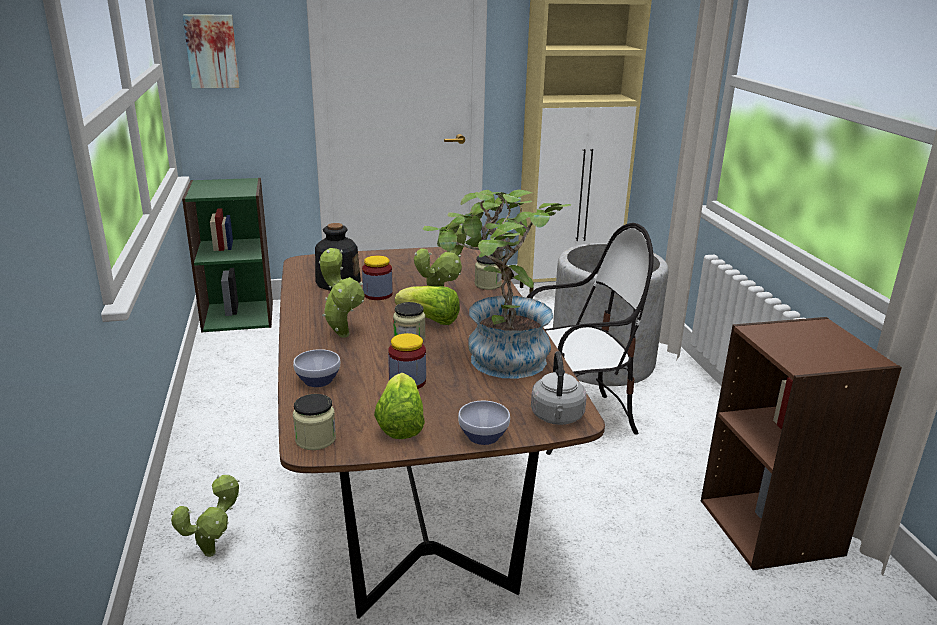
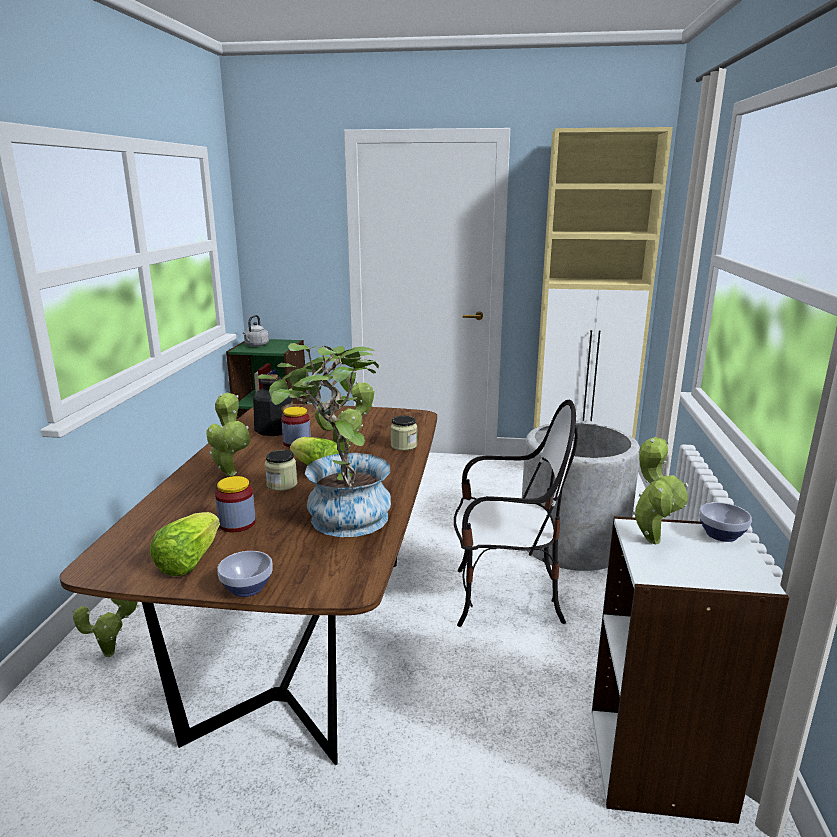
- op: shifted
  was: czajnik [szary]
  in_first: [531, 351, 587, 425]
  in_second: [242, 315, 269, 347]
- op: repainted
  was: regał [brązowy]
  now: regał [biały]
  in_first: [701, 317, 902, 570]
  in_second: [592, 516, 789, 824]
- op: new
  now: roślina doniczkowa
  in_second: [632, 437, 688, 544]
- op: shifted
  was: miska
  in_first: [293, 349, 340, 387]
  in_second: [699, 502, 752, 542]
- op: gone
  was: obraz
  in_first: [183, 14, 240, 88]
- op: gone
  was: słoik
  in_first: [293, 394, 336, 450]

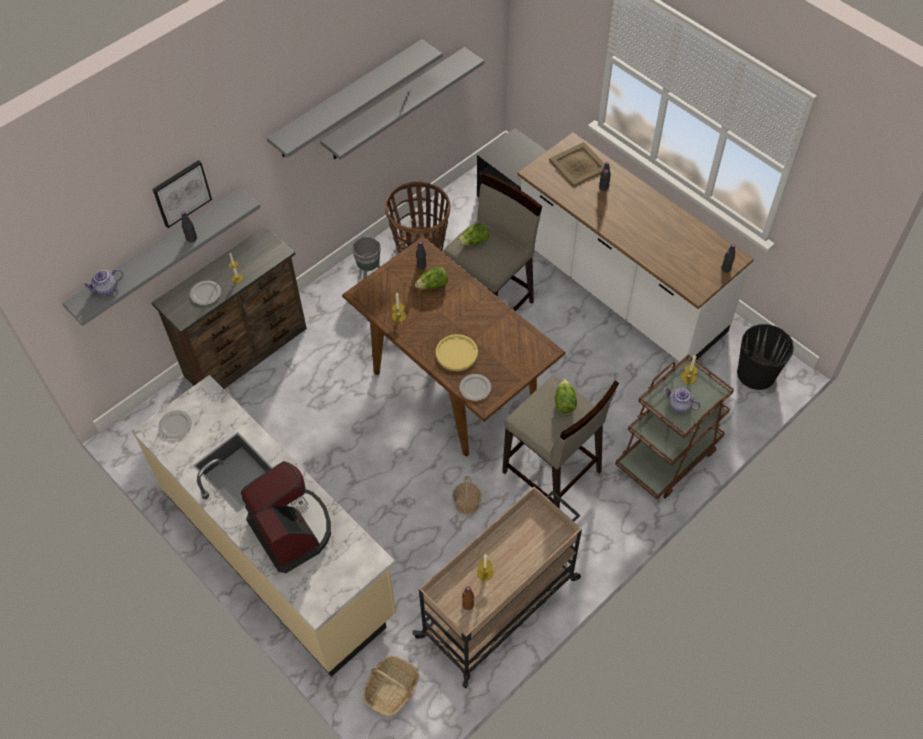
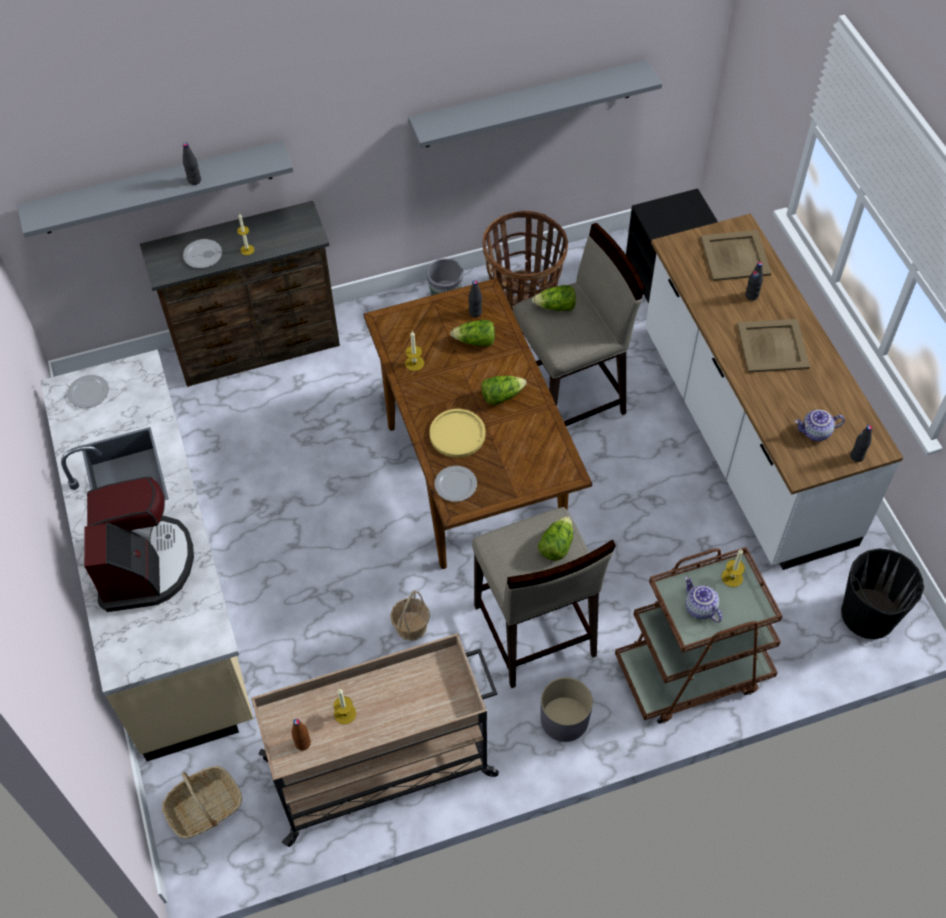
- op: new
  now: sałata
  in_second: [481, 376, 527, 405]
- op: new
  now: donica [szary]
  in_second: [541, 677, 593, 742]
- op: new
  now: taca [beżowy]
  in_second: [737, 319, 810, 373]
- op: shifted
  was: imbryk
  in_first: [82, 269, 123, 295]
  in_second: [795, 410, 845, 441]
- op: gone
  was: obraz
  in_first: [152, 160, 212, 228]
- op: gone
  was: półka [szary]
  in_first: [267, 39, 442, 158]

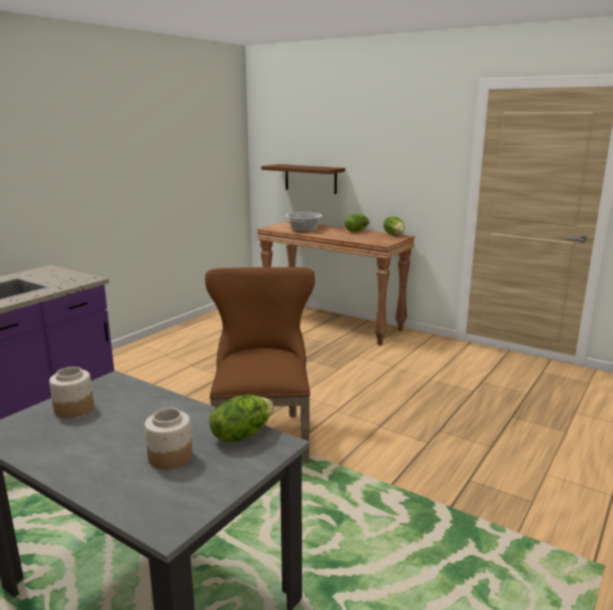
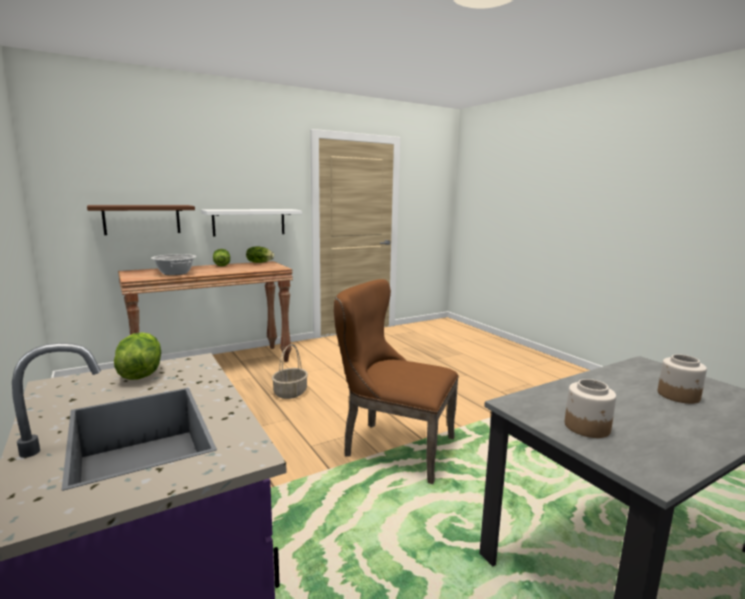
- op: shifted
  was: sałata
  in_first: [209, 395, 274, 442]
  in_second: [114, 332, 161, 380]
- op: new
  now: półka [biały]
  in_second: [201, 209, 302, 236]
- op: new
  now: koszyk
  in_second: [272, 344, 308, 399]

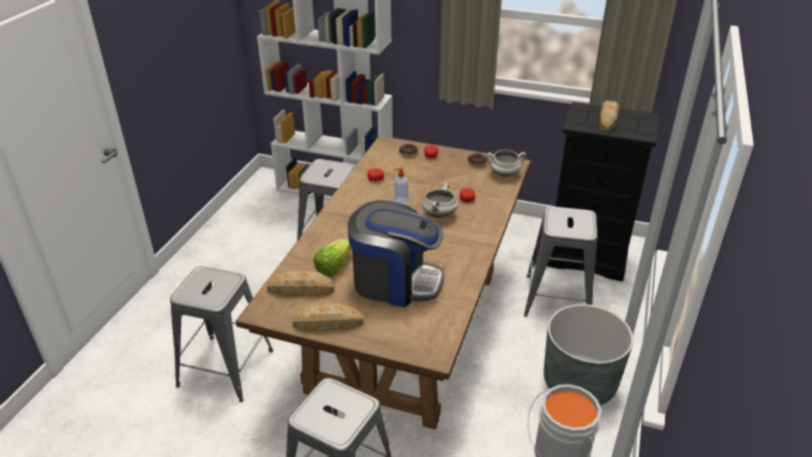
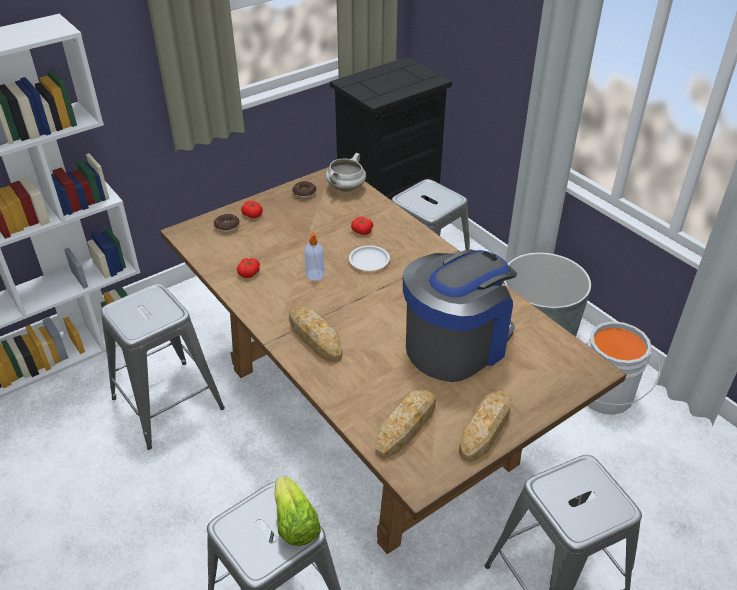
- op: shifted
  was: sałata
  in_first: [313, 239, 352, 277]
  in_second: [275, 476, 321, 546]
- op: shifted
  was: chleb
  in_first: [599, 100, 619, 132]
  in_second: [289, 307, 342, 362]
- op: swapped
  was: garnek [biały]
  now: talerz [biały]
  in_first: [422, 183, 458, 218]
  in_second: [349, 245, 390, 271]

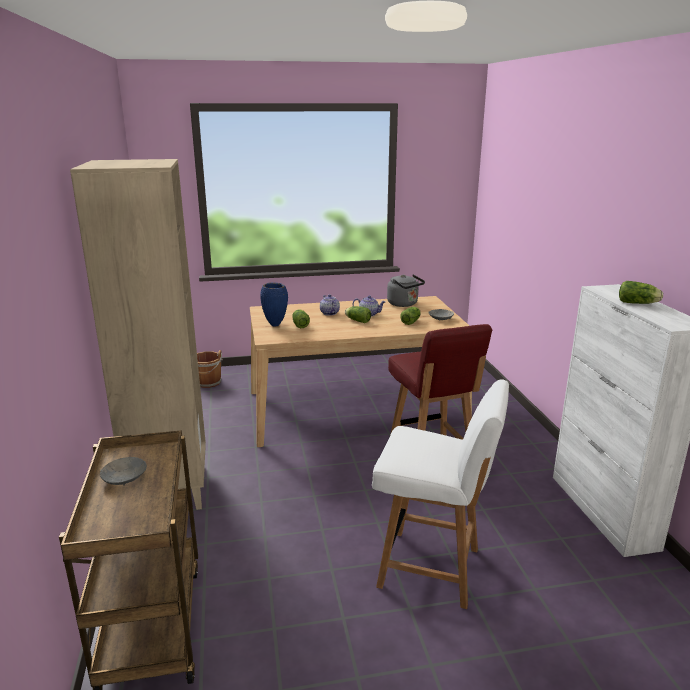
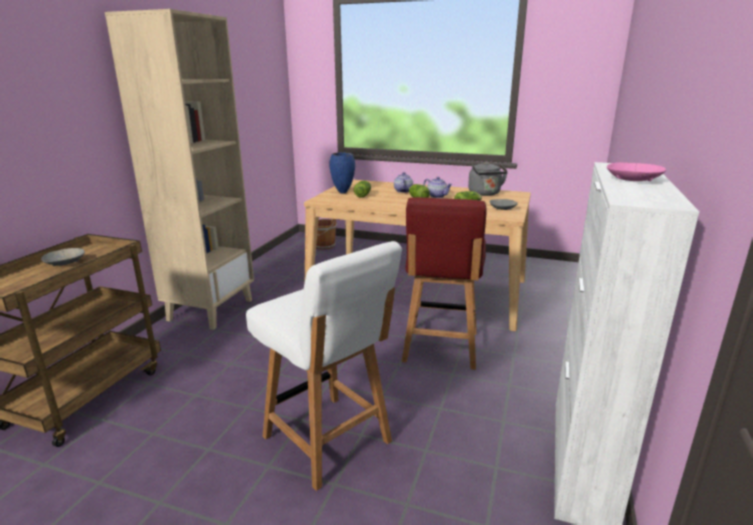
- op: swapped
  was: sałata
  now: miska [różowy]
  in_first: [619, 281, 663, 304]
  in_second: [607, 163, 666, 181]

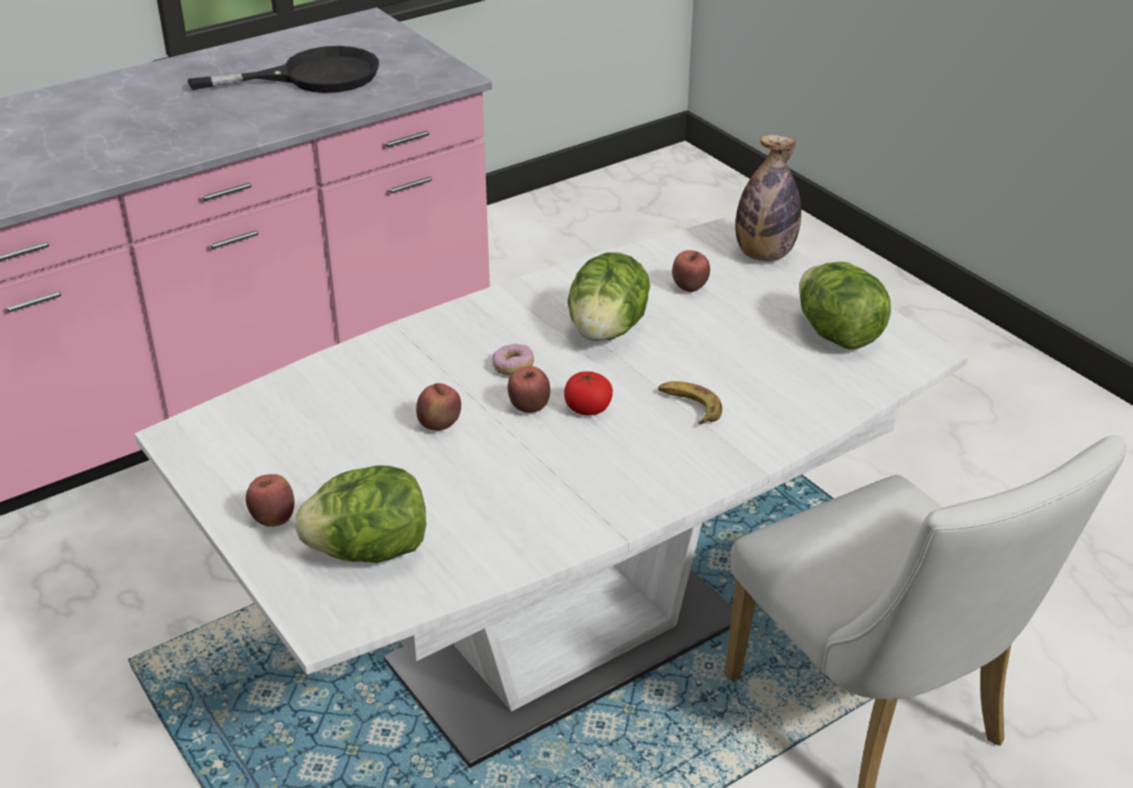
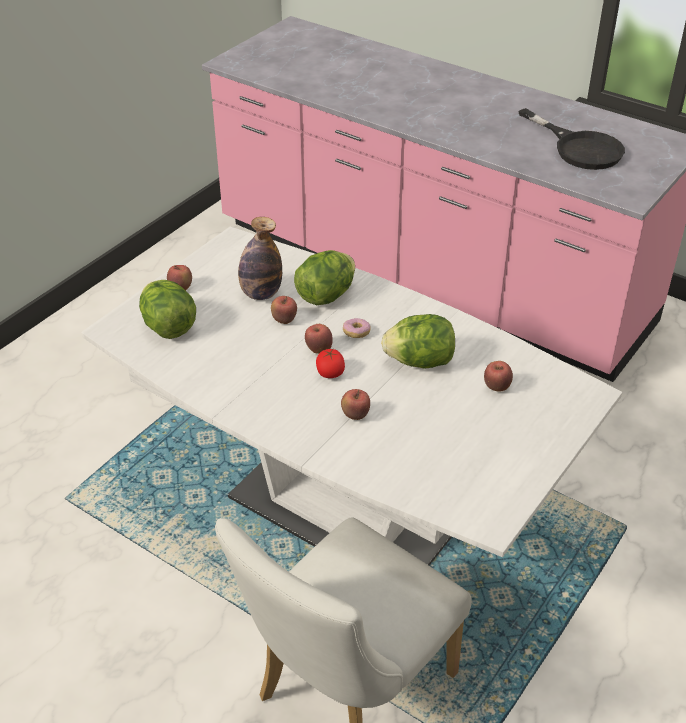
- op: shifted
  was: butelka
  in_first: [735, 135, 801, 261]
  in_second: [238, 217, 282, 300]
- op: shifted
  was: sałata
  in_first: [799, 262, 891, 350]
  in_second: [294, 250, 355, 305]
- op: swapped
  was: banan
  now: jabłko
  in_first: [658, 381, 722, 424]
  in_second: [341, 389, 370, 420]

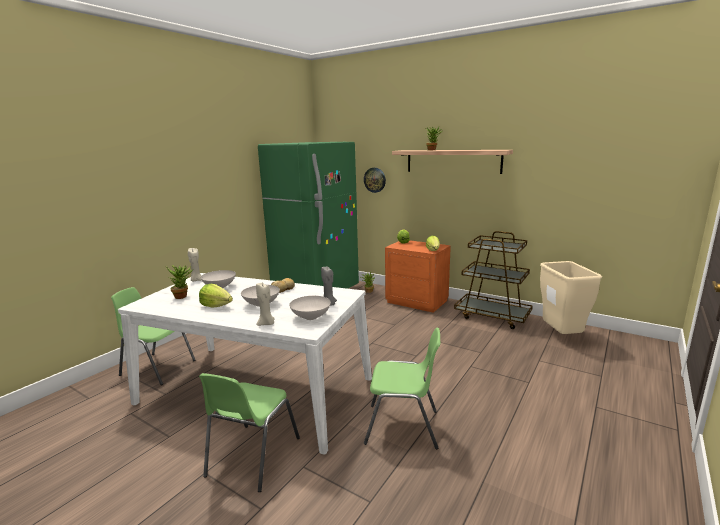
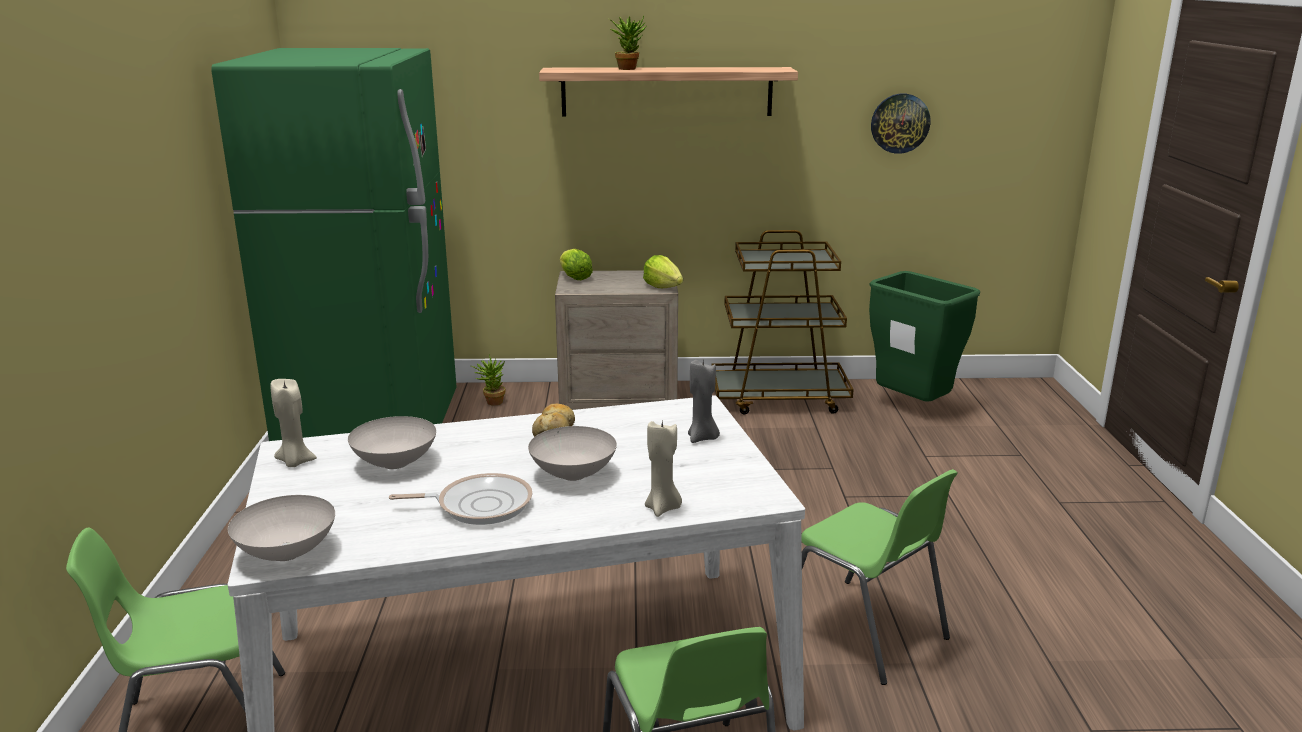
- op: shifted
  was: miska [biały]
  in_first: [289, 296, 331, 320]
  in_second: [228, 495, 335, 561]
- op: swapped
  was: sałata
  now: patelnia
  in_first: [199, 284, 233, 308]
  in_second: [389, 473, 533, 525]
- op: repainted
  was: szafka nocna [pomarańczowy]
  now: szafka nocna [beżowy]
  in_first: [385, 240, 451, 313]
  in_second: [555, 270, 678, 410]
- op: rotated
  was: krzesło [zielony]
  in_first: [364, 328, 440, 449]
  in_second: [776, 469, 958, 685]
  clockwise: 75
- op: repainted
  was: kosz na śmieci [beżowy]
  now: kosz na śmieci [zielony]
  in_first: [540, 261, 602, 334]
  in_second: [869, 271, 980, 402]
- op: shifted
  was: zegar ścienny
  in_first: [364, 168, 386, 193]
  in_second: [871, 94, 930, 154]
- op: gone
  was: roślina doniczkowa
  in_first: [165, 265, 193, 299]

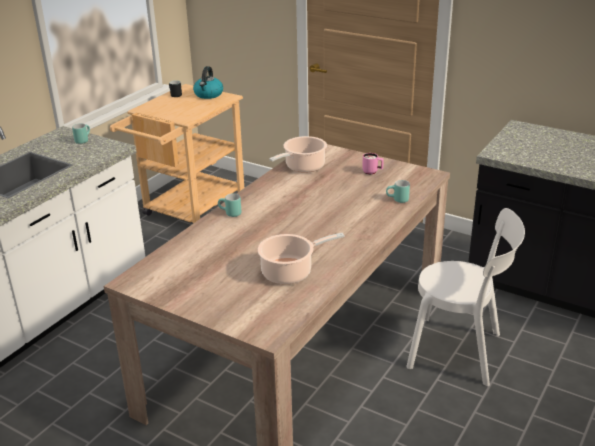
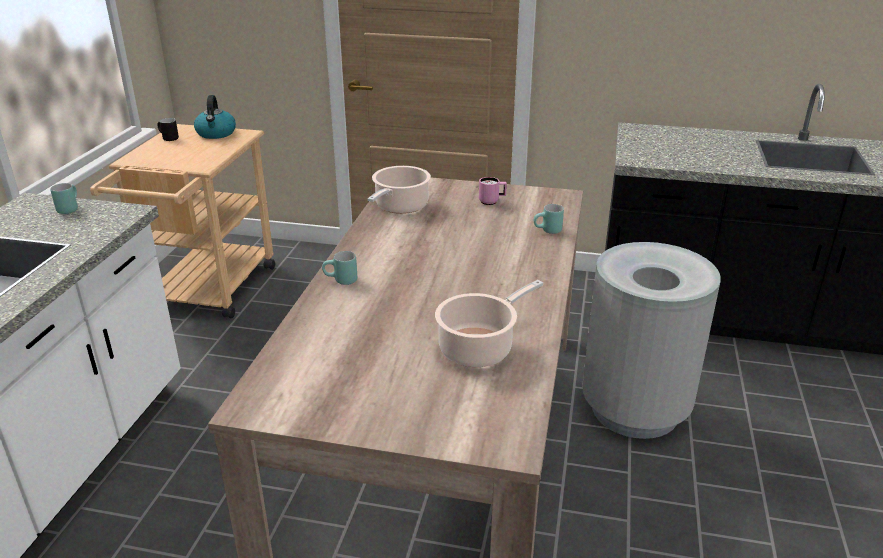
- op: swapped
  was: krzesło [biały]
  now: kosz na śmieci [szary]
  in_first: [406, 208, 525, 386]
  in_second: [582, 242, 721, 439]

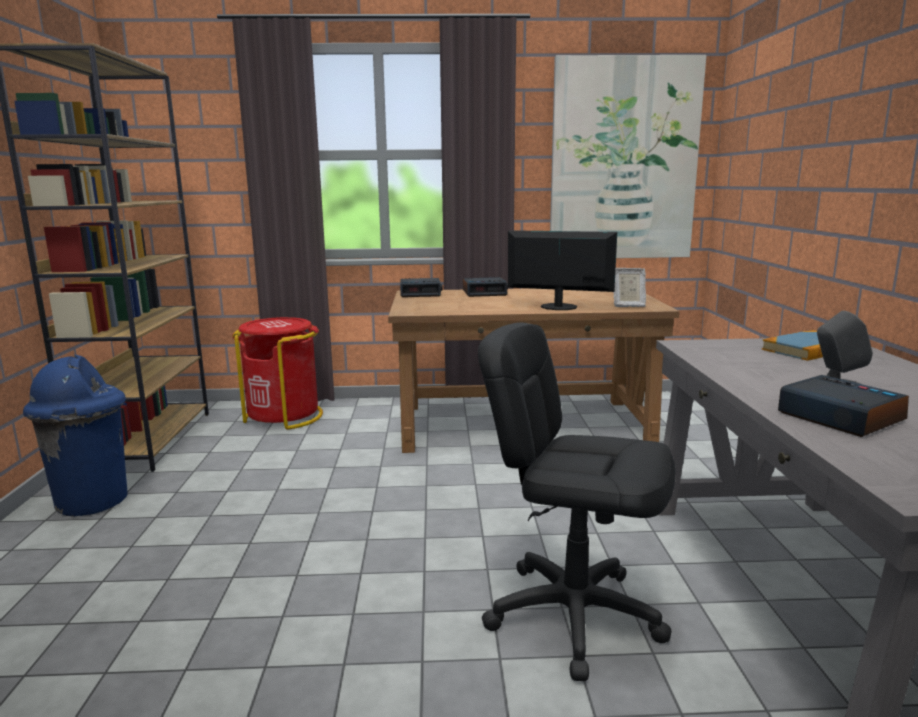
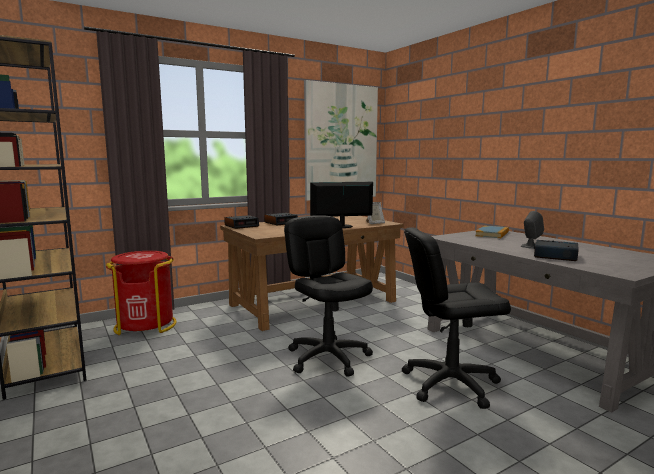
- op: new
  now: krzesło biurowe [czarny]
  in_second: [284, 215, 373, 377]
- op: gone
  was: kosz na śmieci [niebieski]
  in_first: [23, 355, 128, 517]

